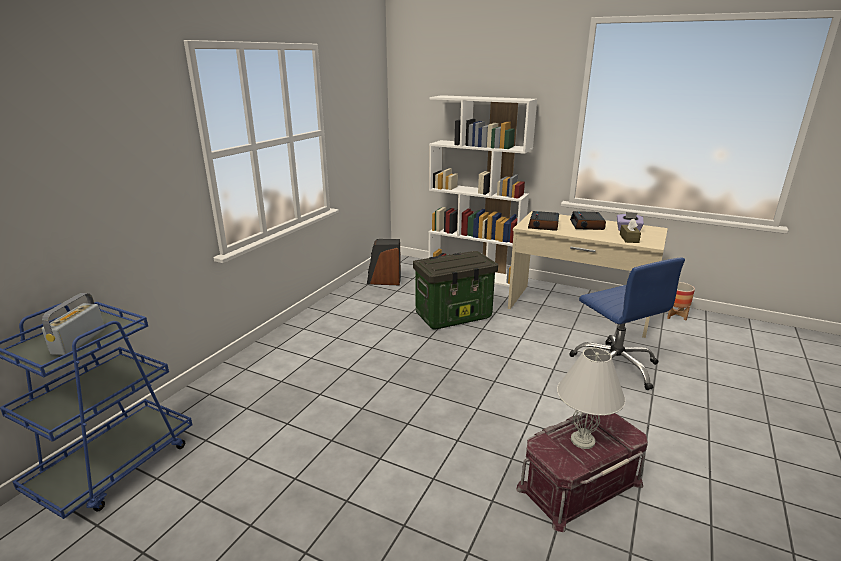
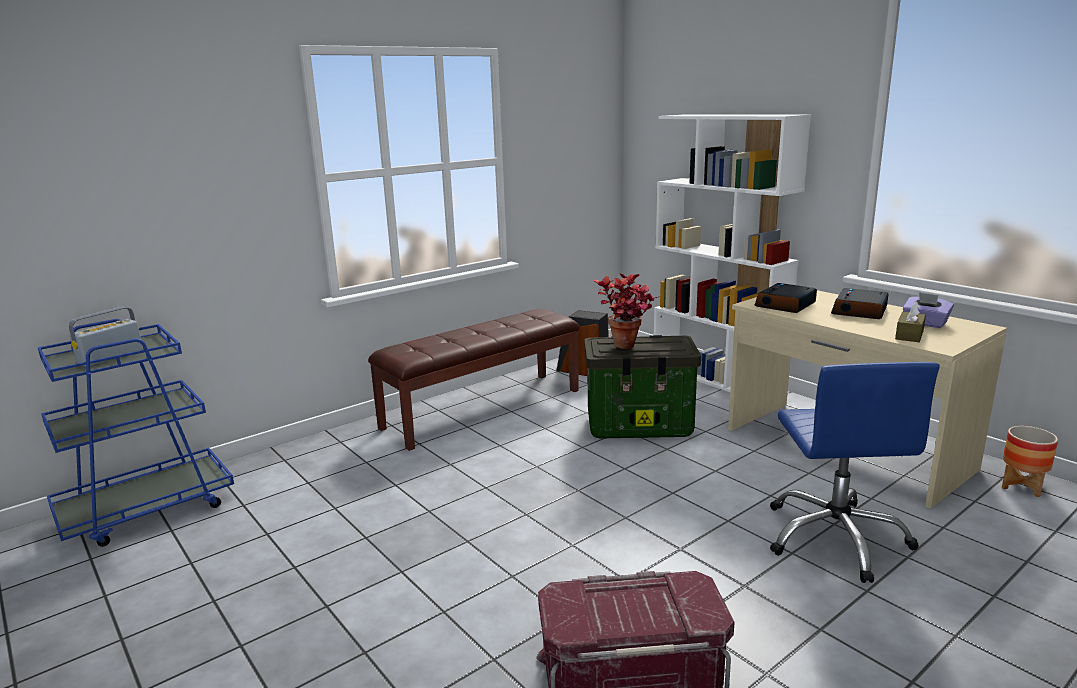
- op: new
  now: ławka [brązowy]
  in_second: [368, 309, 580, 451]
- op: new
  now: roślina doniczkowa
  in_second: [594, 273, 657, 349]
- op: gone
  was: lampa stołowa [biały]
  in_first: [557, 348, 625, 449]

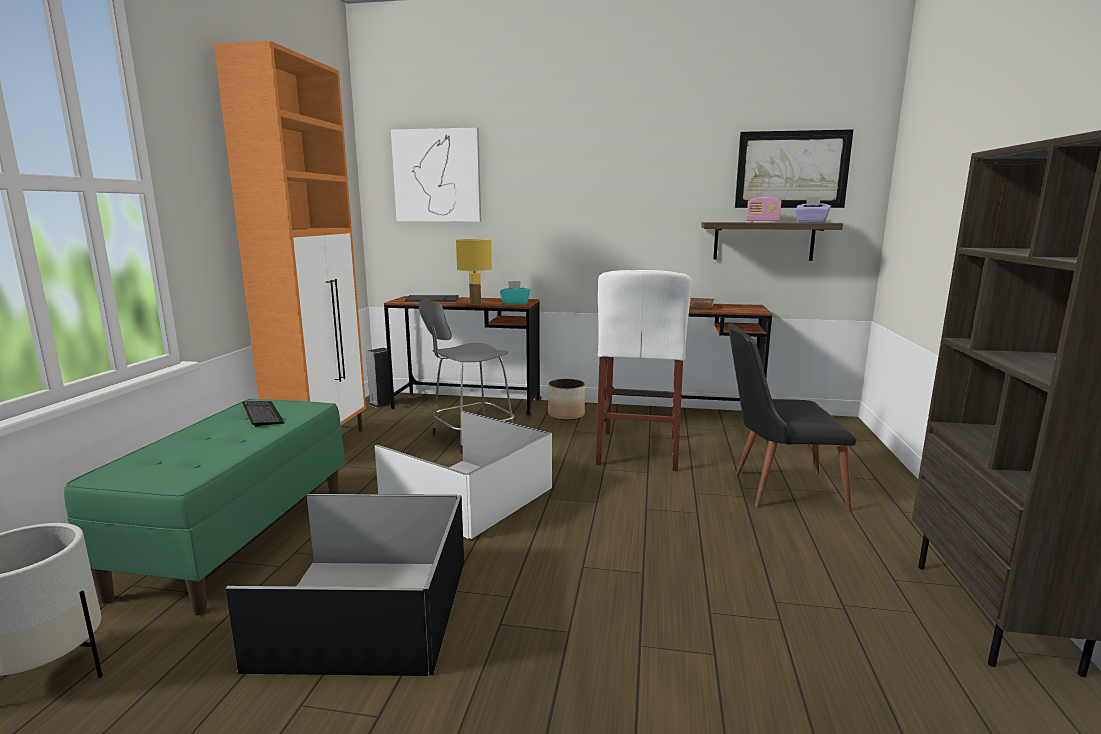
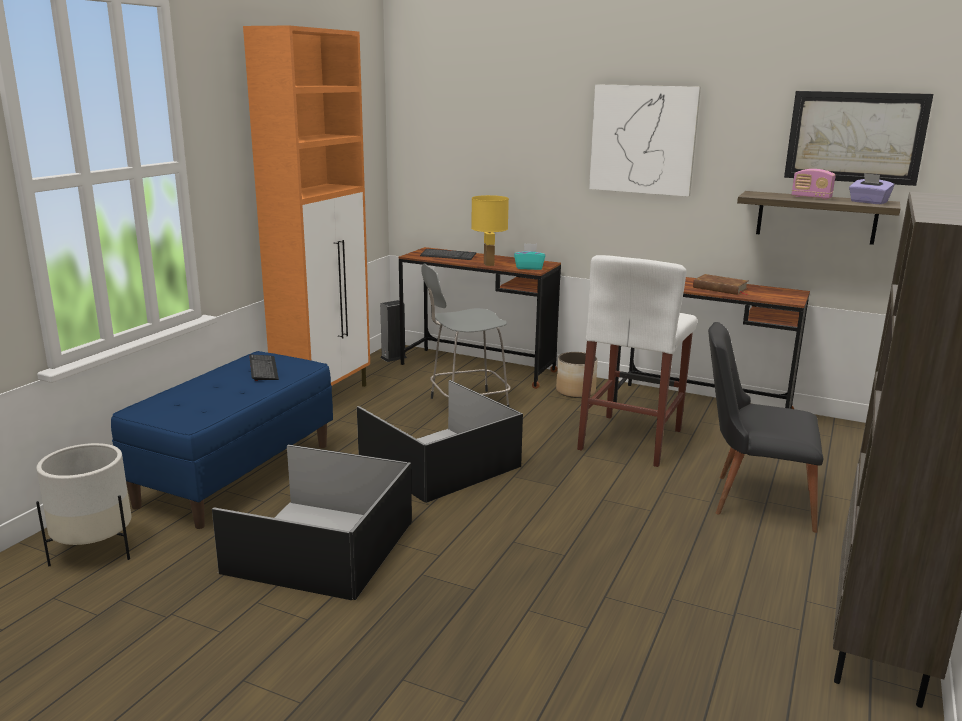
- op: repainted
  was: ławka [zielony]
  now: ławka [niebieski]
  in_first: [64, 399, 345, 615]
  in_second: [111, 351, 333, 529]
- op: repainted
  was: pojemnik do przechowywania [biały]
  now: pojemnik do przechowywania [czarny]
  in_first: [375, 411, 552, 539]
  in_second: [357, 380, 523, 503]
- op: shifted
  was: obraz
  in_first: [391, 127, 481, 222]
  in_second: [589, 84, 701, 197]

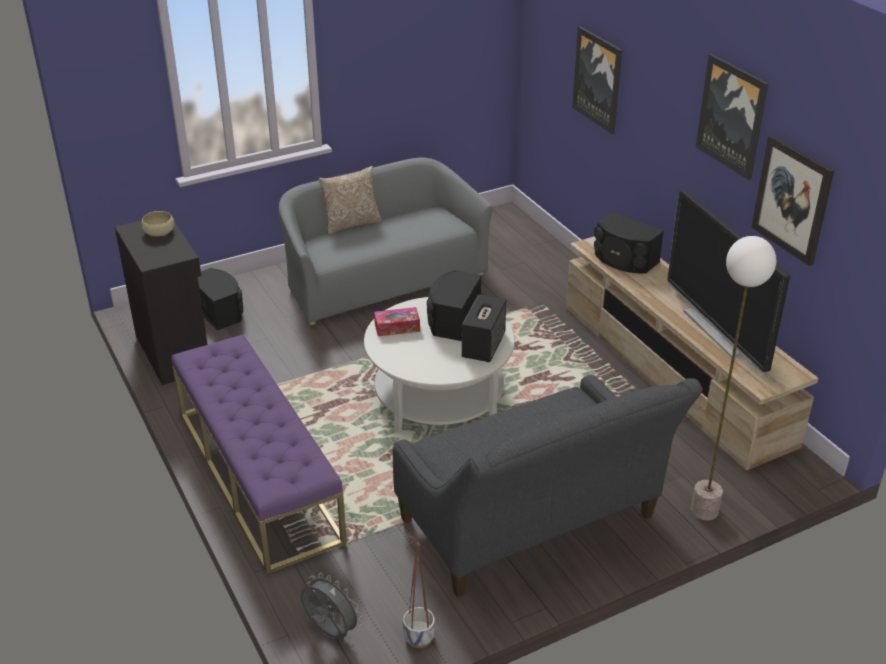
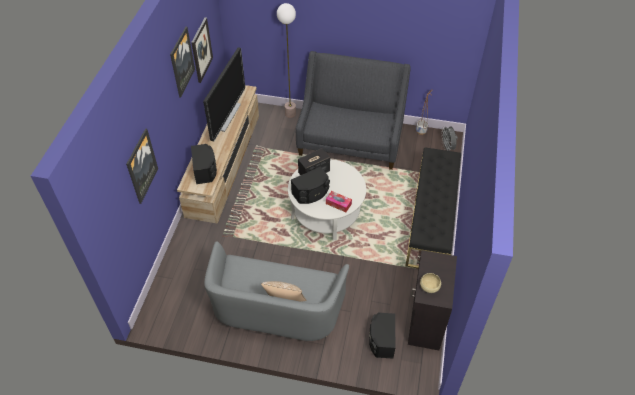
- op: repainted
  was: ławka [fioletowy]
  now: ławka [czarny]
  in_first: [171, 335, 347, 574]
  in_second: [406, 147, 461, 269]

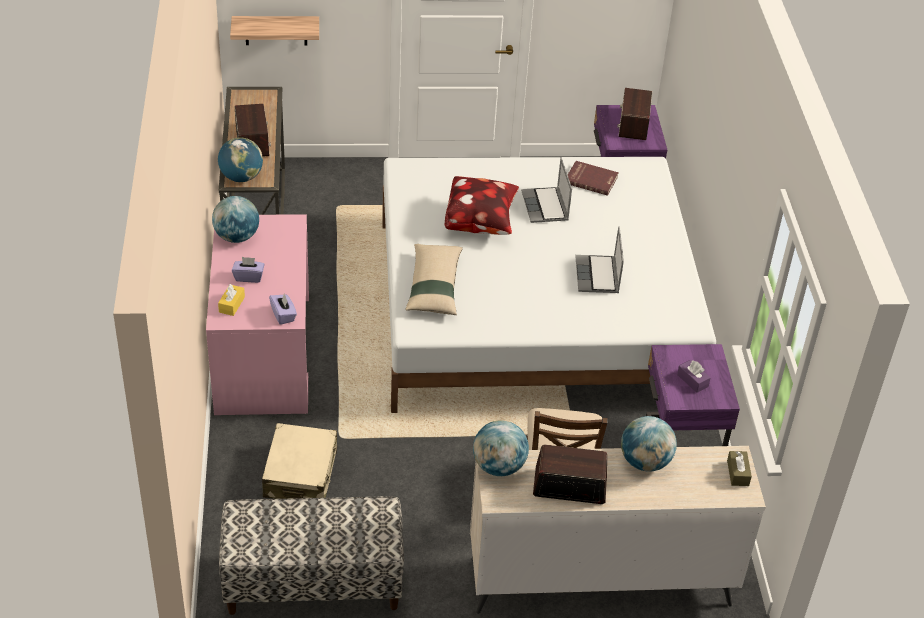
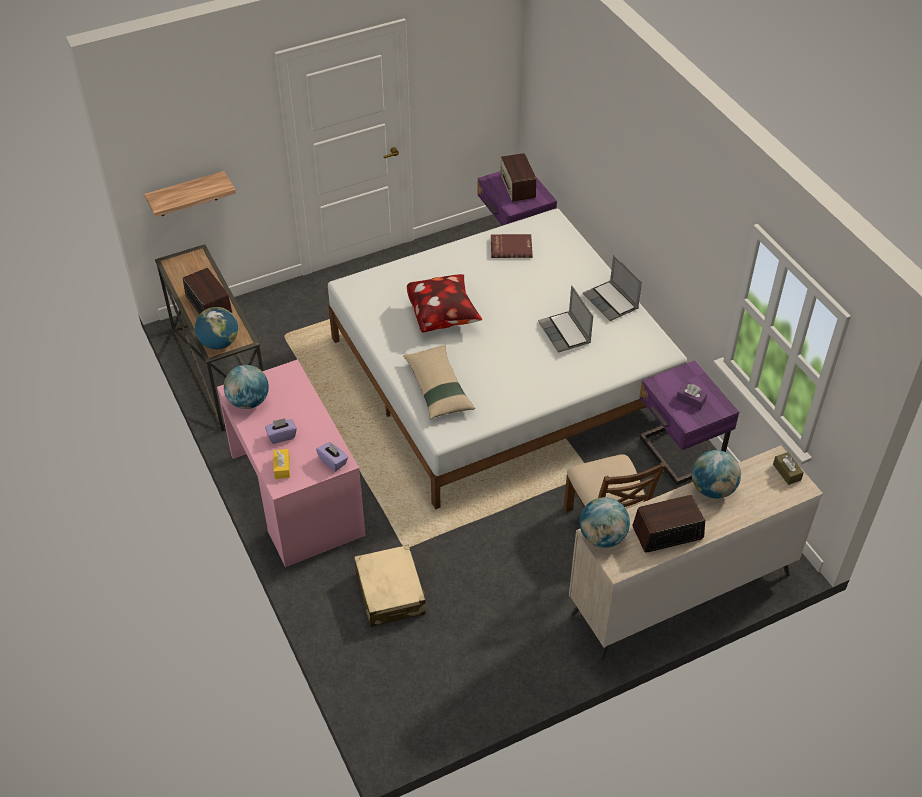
- op: shifted
  was: laptop
  in_first: [521, 157, 572, 223]
  in_second: [583, 255, 642, 321]
- op: gone
  was: ławka
  in_first: [219, 496, 404, 615]

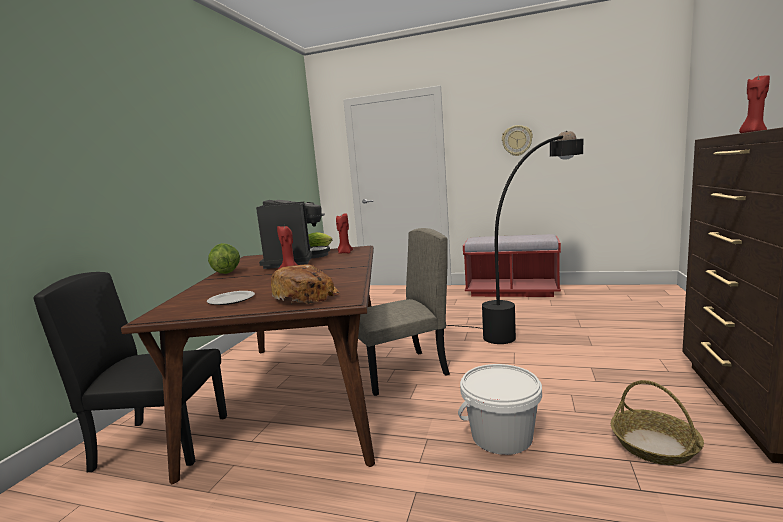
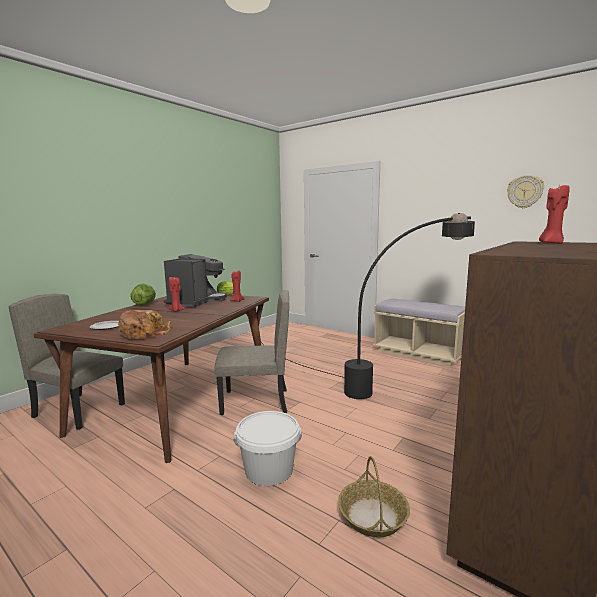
- op: repainted
  was: krzesło [czarny]
  now: krzesło [beżowy]
  in_first: [34, 272, 227, 472]
  in_second: [9, 294, 125, 430]
- op: repainted
  was: ławka [czerwony]
  now: ławka [beżowy]
  in_first: [463, 234, 561, 297]
  in_second: [373, 299, 465, 367]
- op: shifted
  was: zegar ścienny
  in_first: [502, 125, 533, 156]
  in_second: [507, 175, 544, 208]

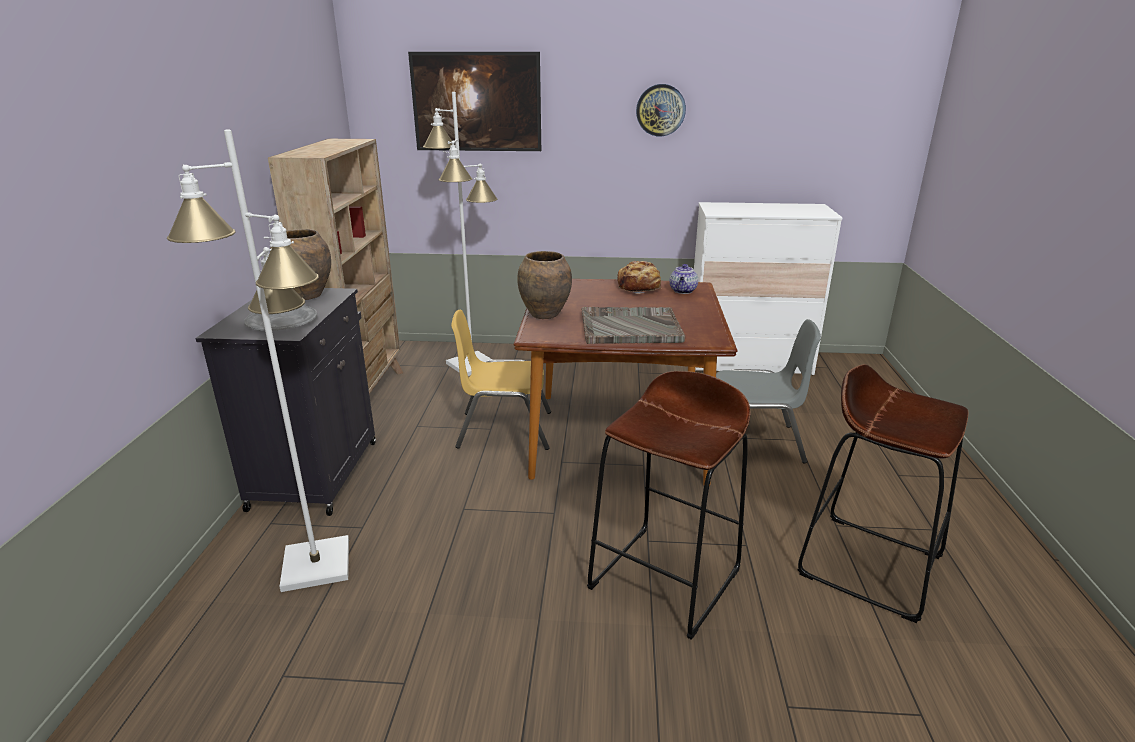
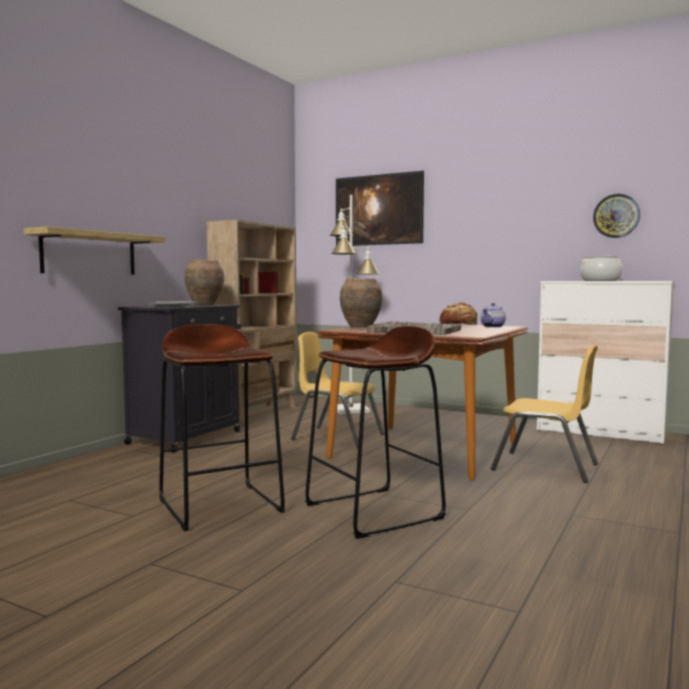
- op: new
  now: półka
  in_second: [24, 227, 166, 275]
- op: shifted
  was: stołek [brązowy]
  in_first: [798, 364, 968, 623]
  in_second: [159, 324, 285, 531]
- op: repainted
  was: krzesło [szary]
  now: krzesło [żółty]
  in_first: [716, 319, 821, 464]
  in_second: [491, 345, 598, 483]
- op: new
  now: garnek
  in_second: [579, 256, 624, 281]
- op: shifted
  was: zegar ścienny
  in_first: [636, 84, 686, 136]
  in_second: [593, 194, 640, 238]
- op: gone
  was: lampa stojąca [biały]
  in_first: [167, 129, 349, 592]

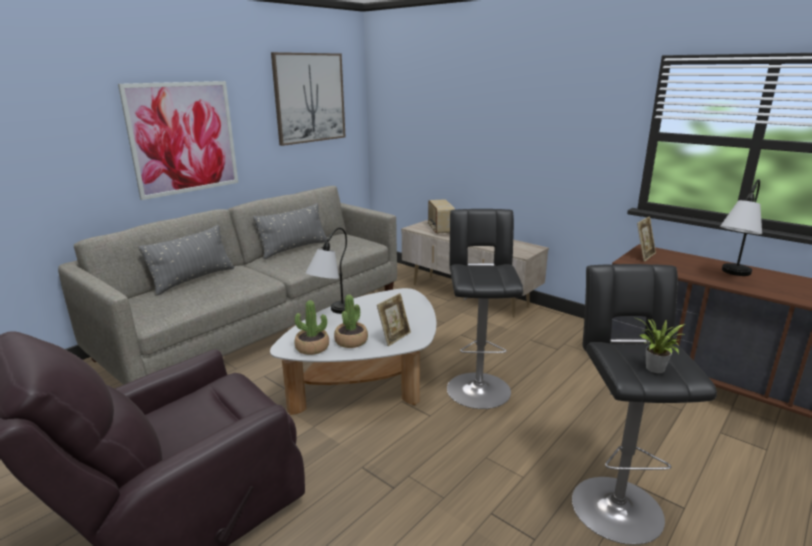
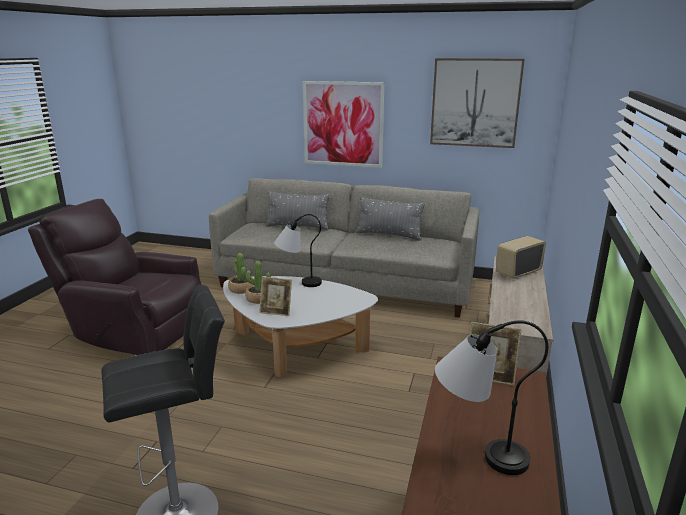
- op: gone
  was: stołek [czarny]
  in_first: [447, 209, 523, 409]
- op: gone
  was: roślina doniczkowa
  in_first: [636, 318, 685, 373]

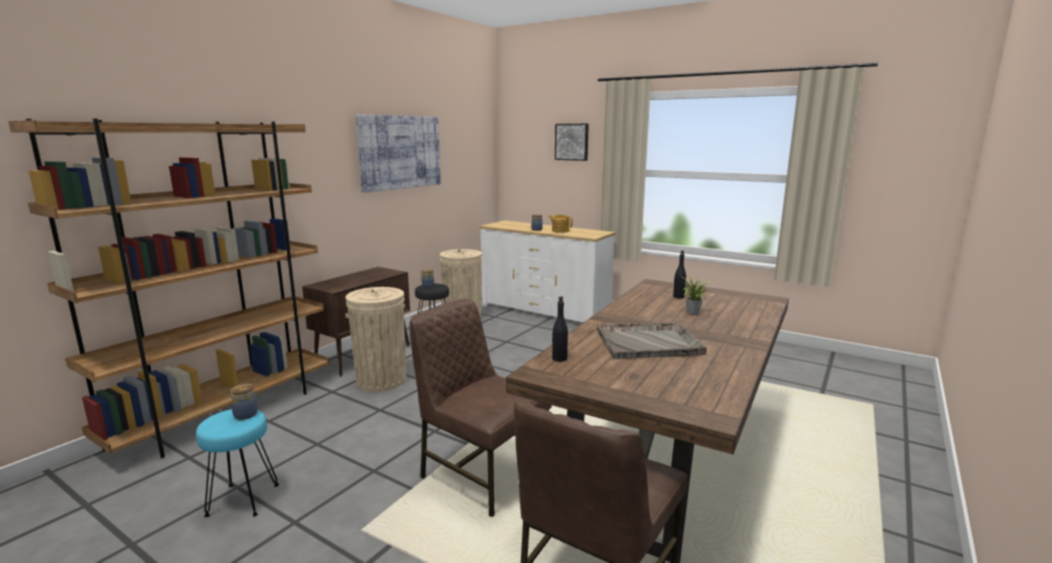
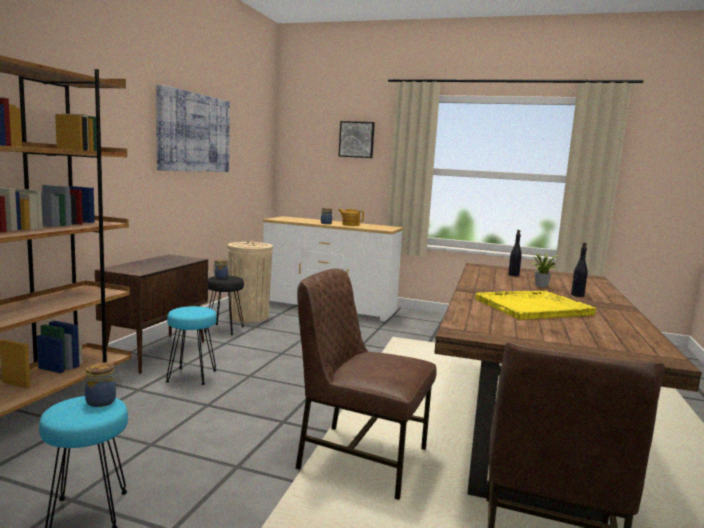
- op: swapped
  was: kosz na śmieci [beżowy]
  now: stołek [turkusowy]
  in_first: [345, 287, 406, 392]
  in_second: [166, 306, 217, 385]
- op: repainted
  was: taca [szary]
  now: taca [żółty]
  in_first: [597, 322, 707, 359]
  in_second: [475, 291, 596, 320]
- op: shifted
  was: butelka [czarny]
  in_first: [552, 296, 568, 362]
  in_second: [571, 243, 588, 297]

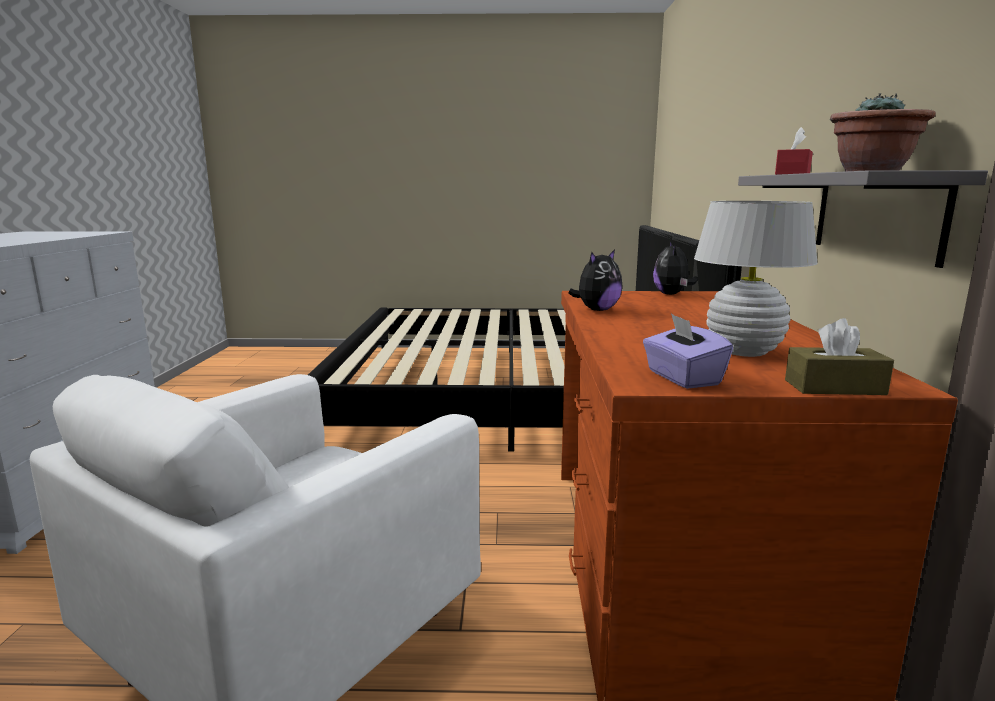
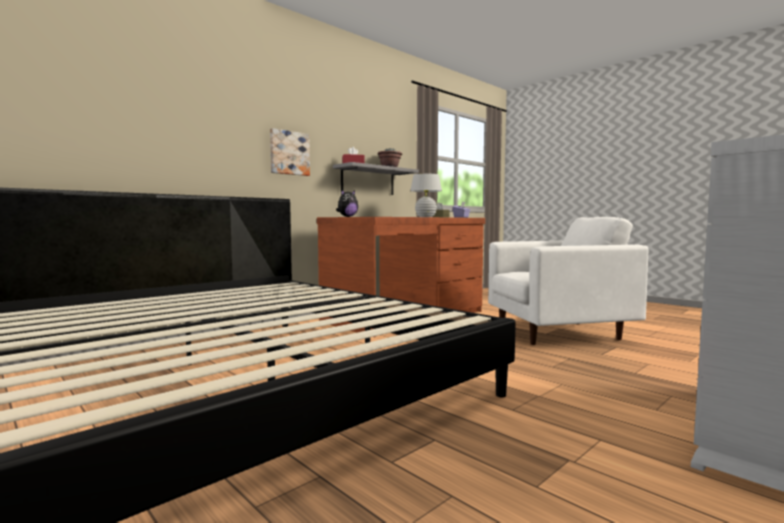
- op: new
  now: obraz
  in_second: [270, 128, 310, 176]
- op: gone
  was: pluszak
  in_first: [569, 250, 623, 311]

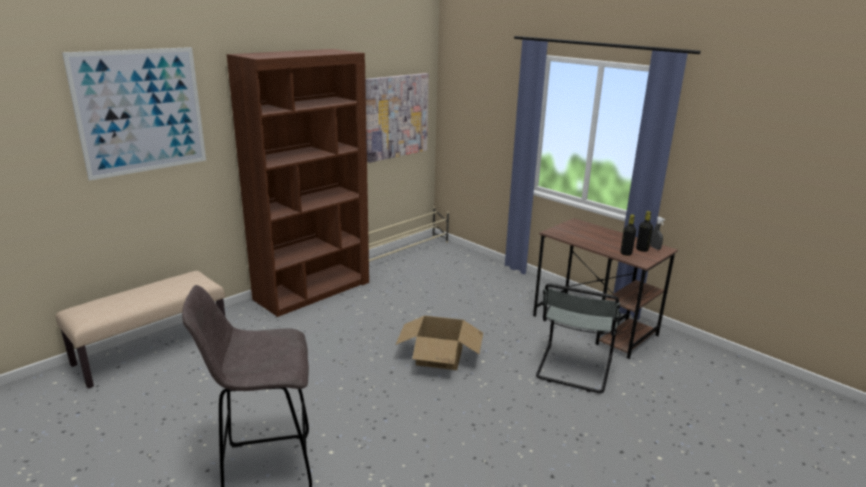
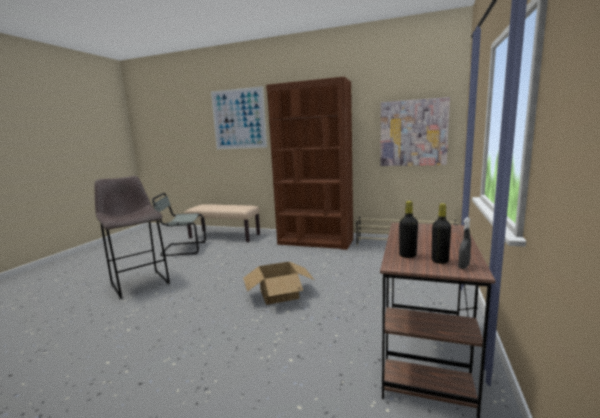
- op: shifted
  was: krzesło [szary]
  in_first: [536, 284, 621, 393]
  in_second: [152, 193, 206, 256]

